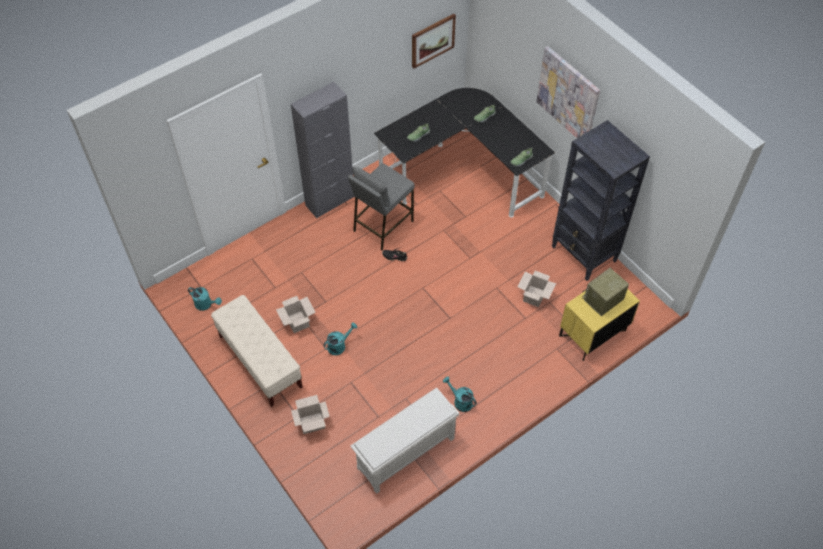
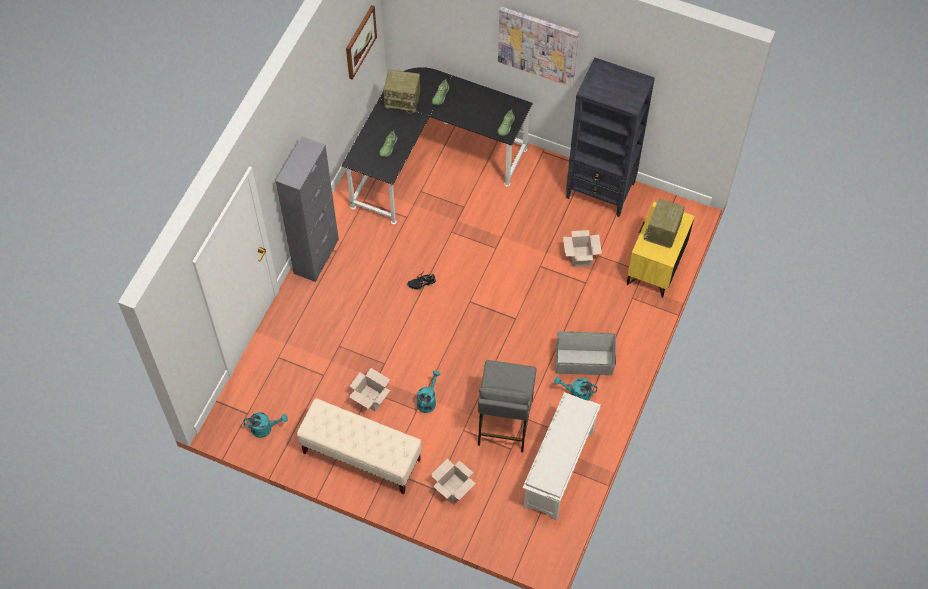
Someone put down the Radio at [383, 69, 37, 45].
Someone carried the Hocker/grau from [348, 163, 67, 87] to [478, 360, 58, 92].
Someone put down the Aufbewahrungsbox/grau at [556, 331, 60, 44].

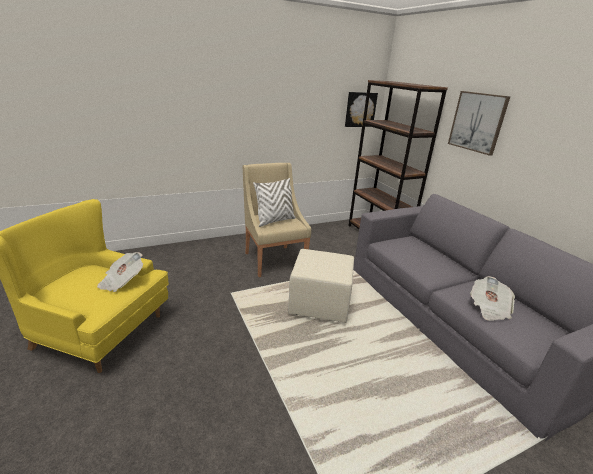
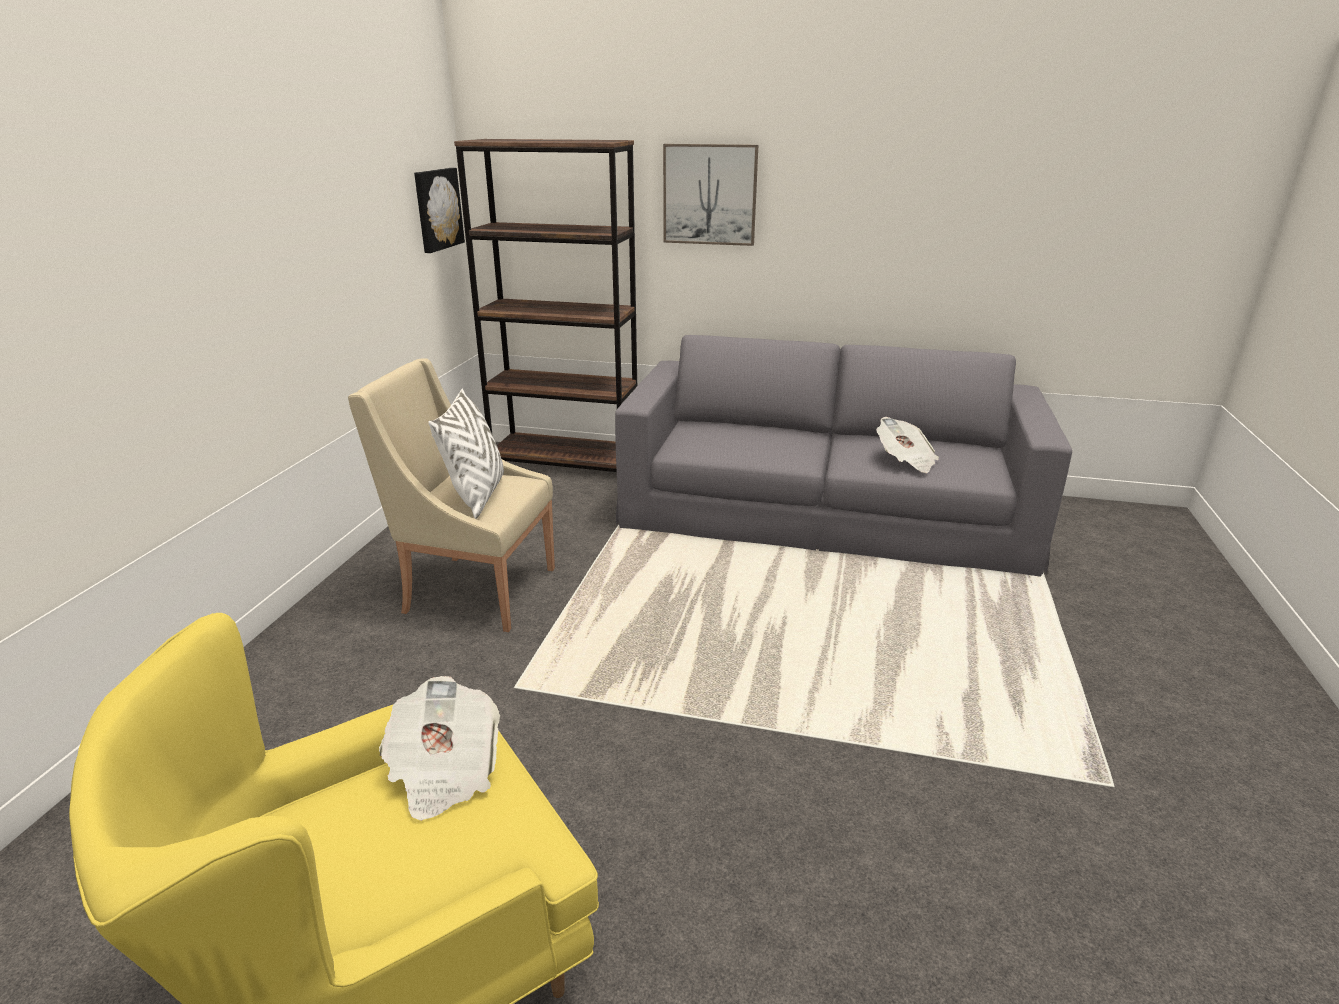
Someone took away the Polsterhocker/beige at [288, 249, 66, 74].

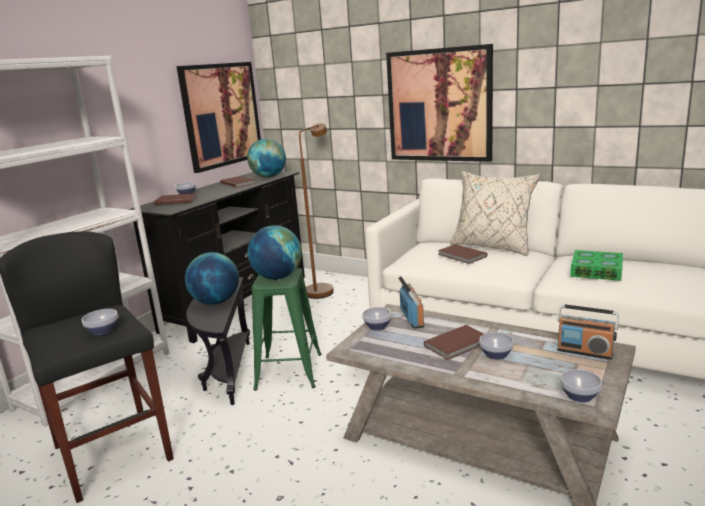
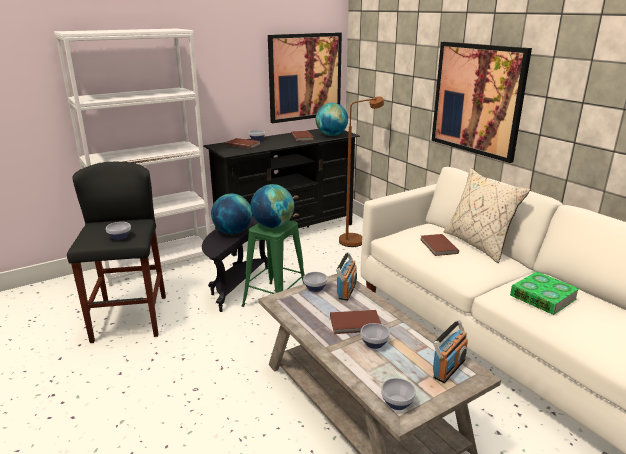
Someone rotated the Radio at [557, 304, 62, 56] by 105 degrees counterclockwise.

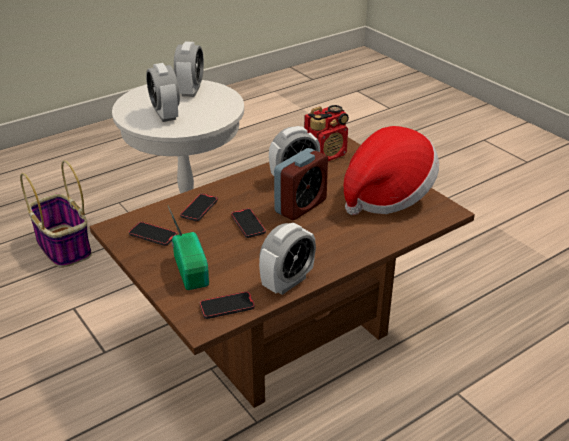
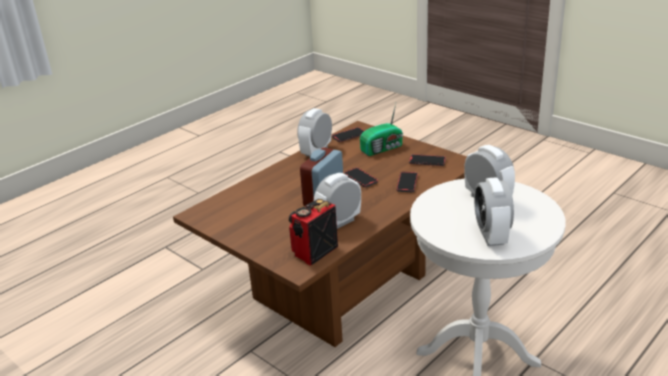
Someone rotated the Radio at [168, 206, 41, 84] by 90 degrees counterclockwise.
Someone took away the Korb at [20, 160, 72, 108].
Someone took away the Hut at [343, 126, 96, 89].

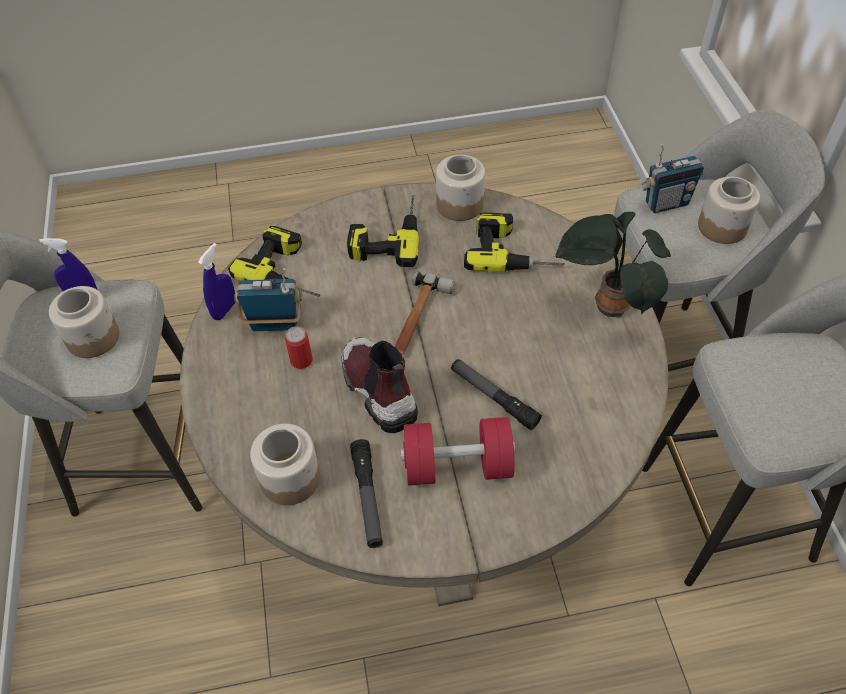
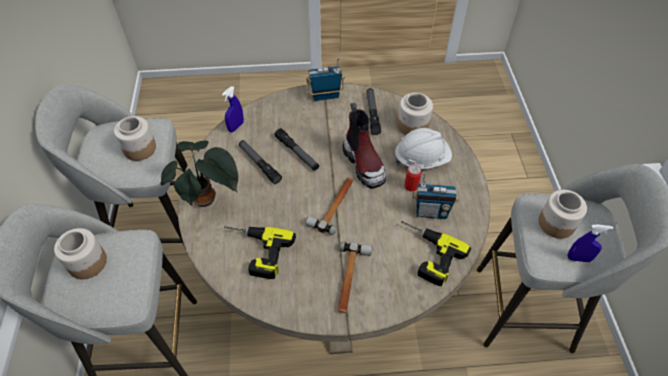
Someone carried the Vorratsglas from [436, 155, 49, 66] to [114, 116, 42, 45].
Someone carried the Sprühflasche/blau from [198, 243, 37, 77] to [222, 86, 22, 46].
Someone put down the Taschenlampe at [239, 140, 43, 44].
Someone carried the Radio from [641, 144, 63, 69] to [306, 57, 38, 44].
Someone swapped the Bohrmaschine at [347, 196, 72, 71] for the Hammer at [338, 241, 35, 72].
Someone put down the Schutzhelm/weiß at [394, 128, 58, 41].
Someone took away the Hantel/rot at [401, 417, 114, 69].

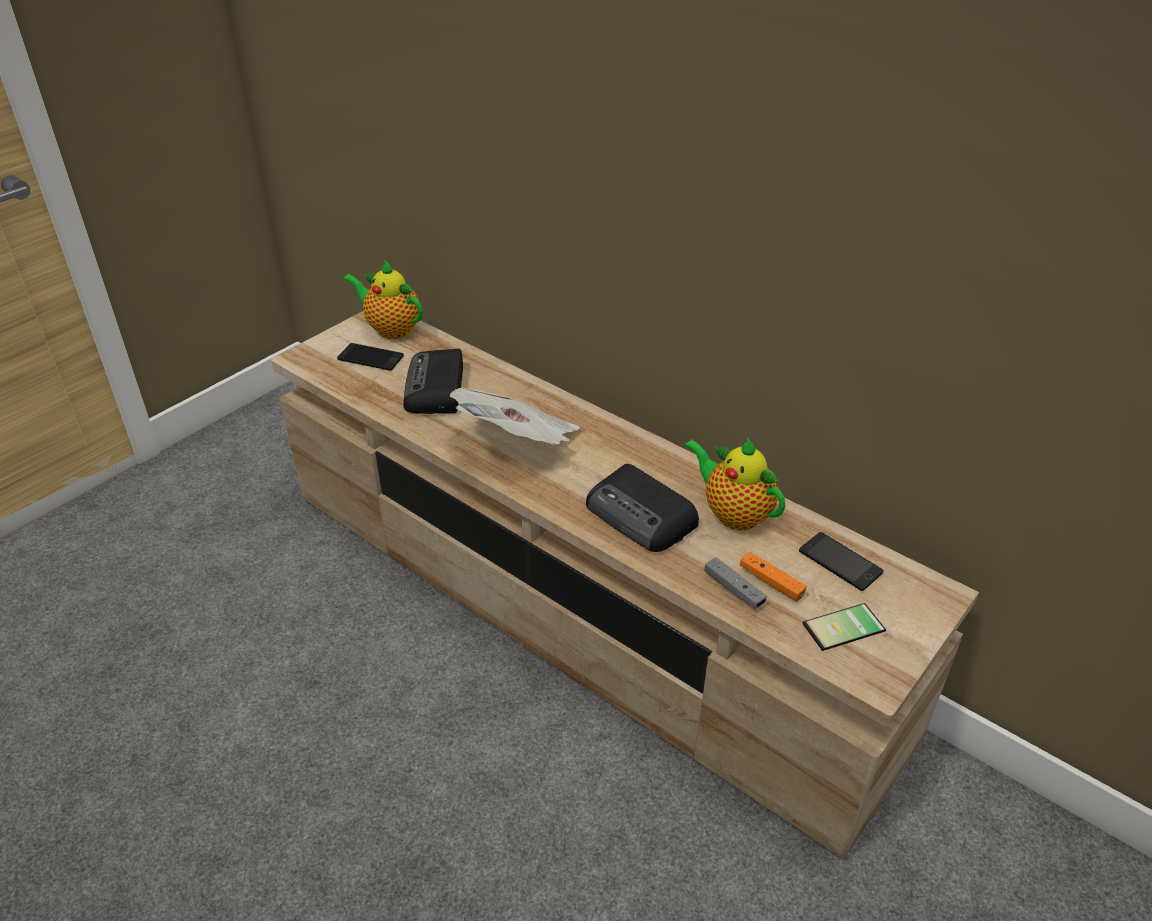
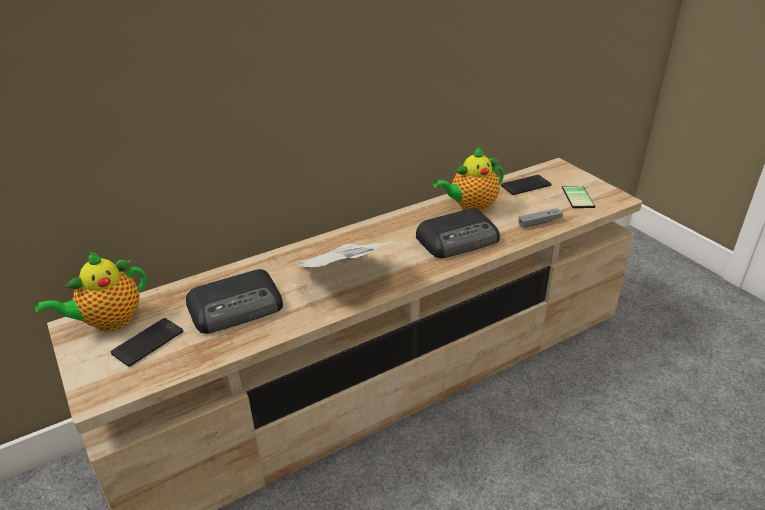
Someone rotated the Radio at [403, 349, 60, 65] by 45 degrees counterclockwise.
Someone took away the Gamepad/orange at [740, 552, 67, 50].

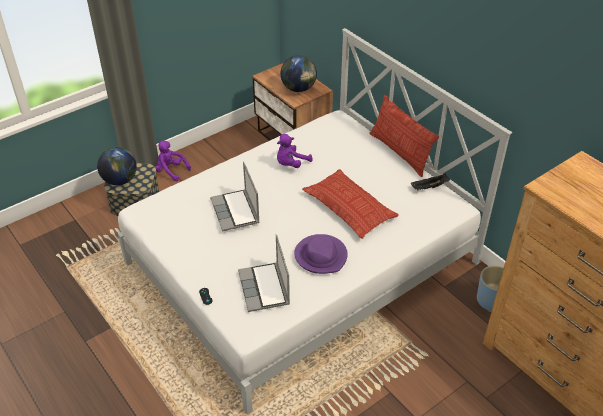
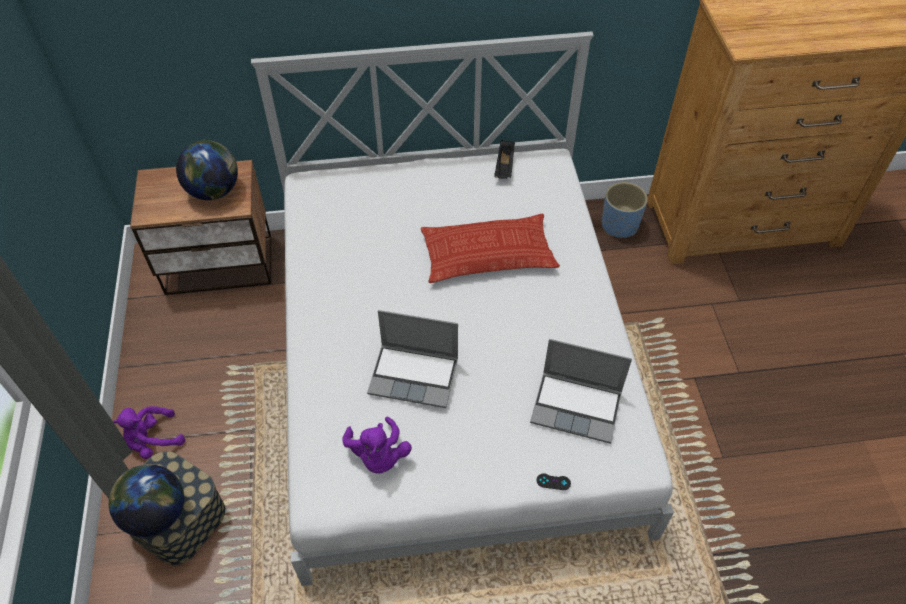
Someone carried the Plüschtier/lila from [277, 134, 36, 34] to [342, 417, 70, 56].
Someone took away the Hut/lila at [294, 234, 54, 40].
Someone took away the Kissen at [370, 95, 69, 82].

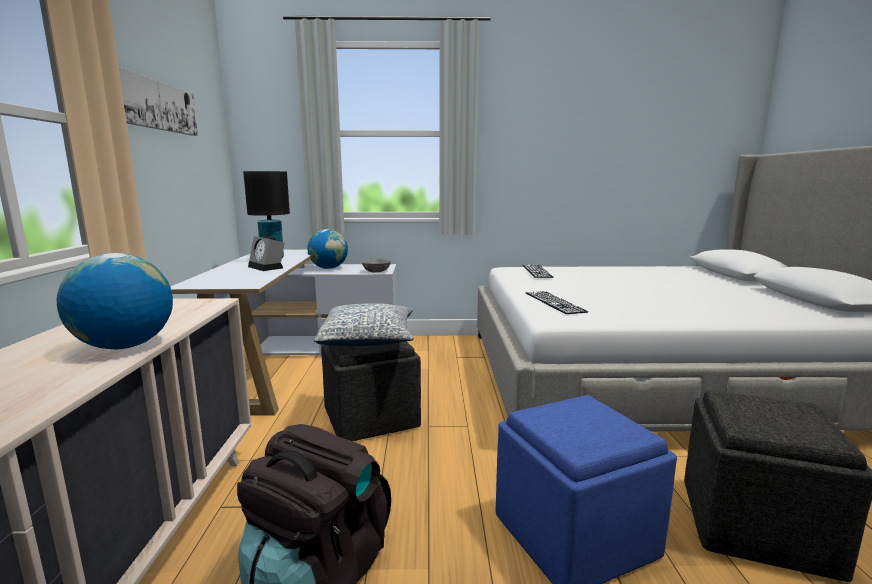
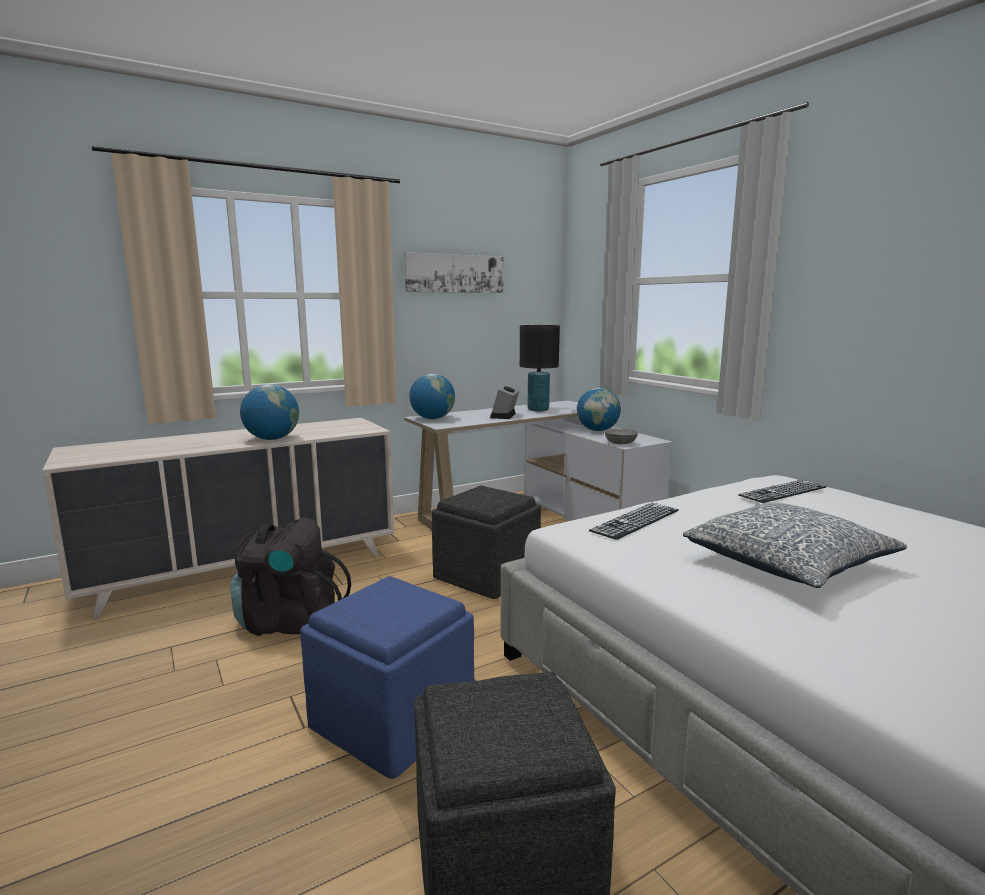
Someone put down the Globus at [409, 374, 46, 45].
Someone carried the Kissen from [314, 303, 100, 43] to [683, 502, 224, 86].

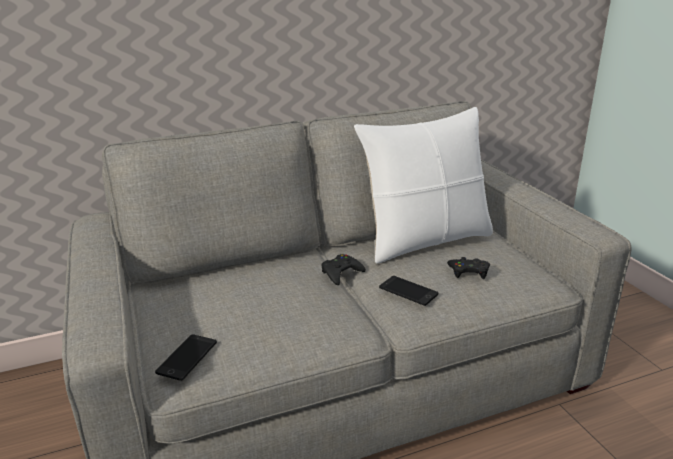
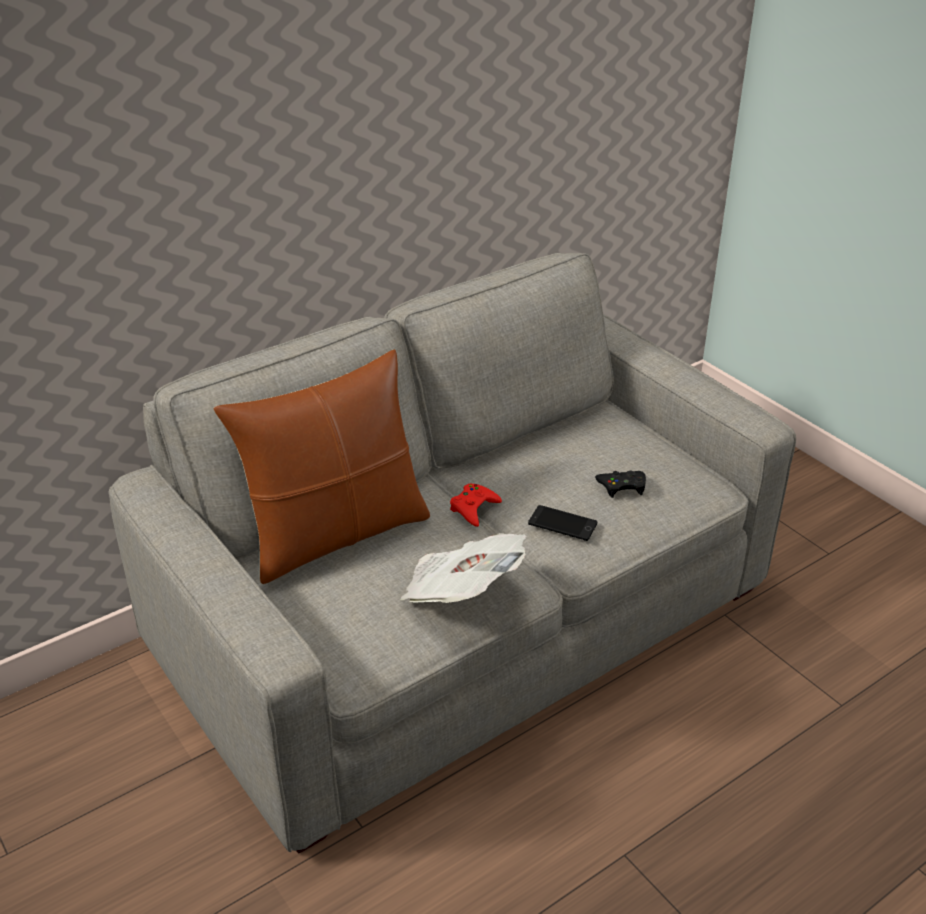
Someone put down the Kissen/braun at [213, 349, 217, 235].
Someone put down the Zeitung at [400, 533, 126, 70].
Someone repainted the Gamepad/schwarz at [321, 254, 45, 31], which became the Gamepad/rot at [450, 484, 52, 43].
Someone took away the Handy at [155, 334, 62, 47].
Someone took away the Kissen/weiß at [354, 107, 139, 157].

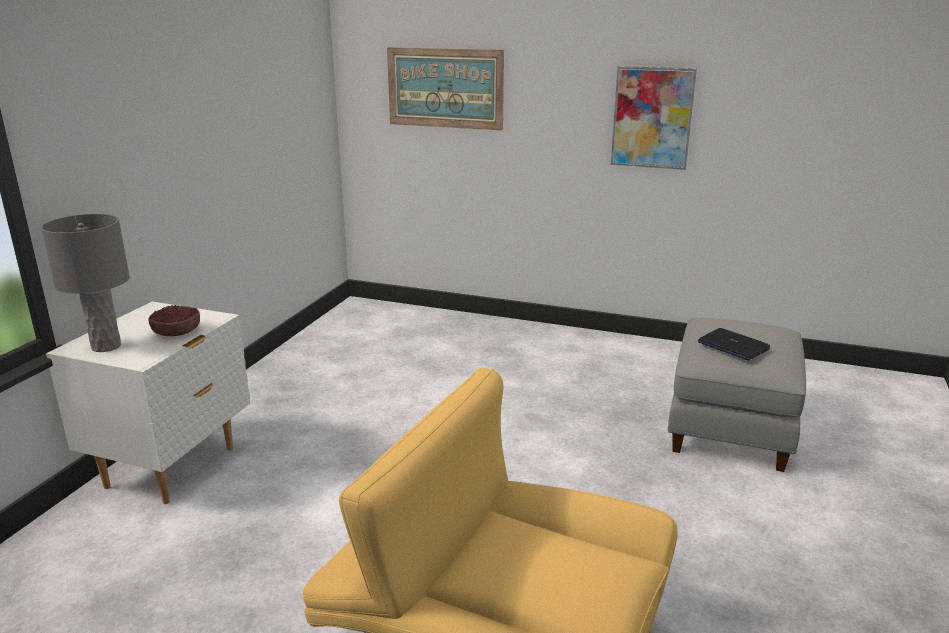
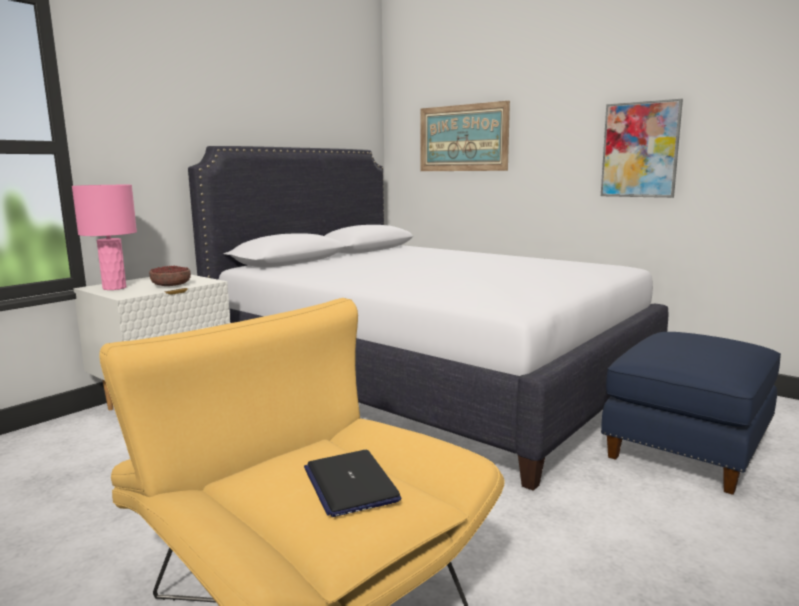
Someone repainted the Tischlampe/grau at [41, 214, 89, 138], which became the Tischlampe/rosa at [72, 185, 65, 105].
Someone put down the Bett/weiß at [188, 146, 480, 345].
Someone carried the Laptop from [698, 328, 72, 33] to [304, 450, 97, 67].
Someone repainted the Polsterhocker/grau at [668, 318, 138, 154], which became the Polsterhocker/blau at [601, 332, 180, 163].

